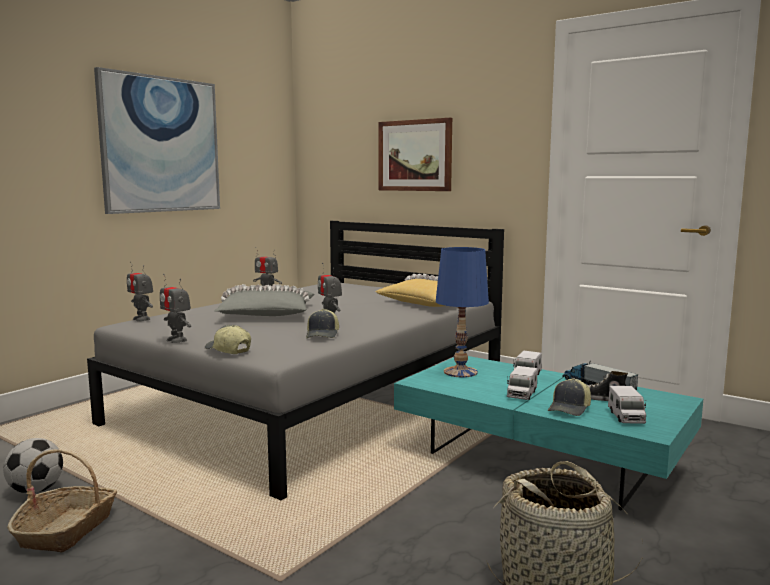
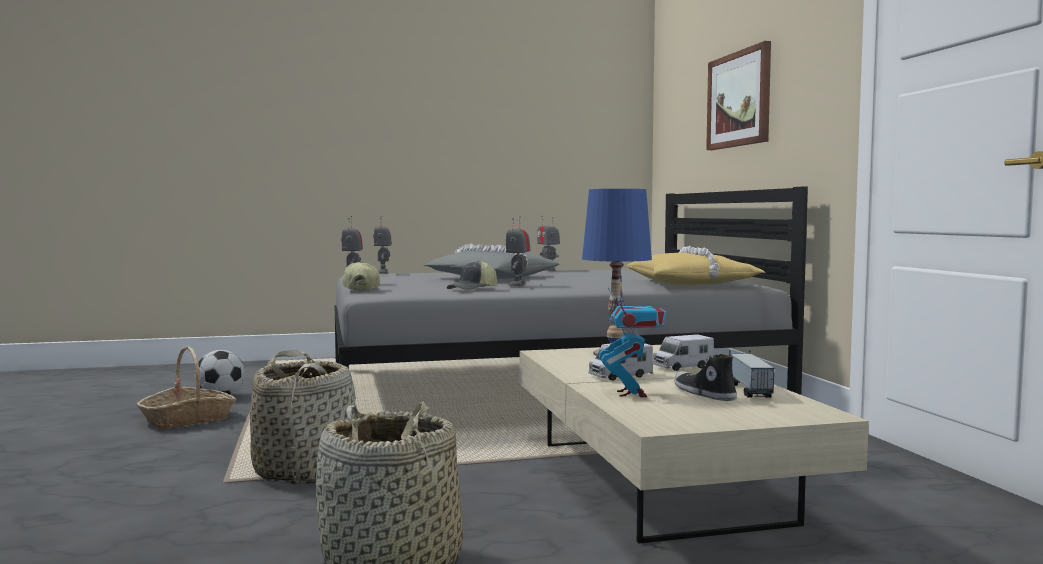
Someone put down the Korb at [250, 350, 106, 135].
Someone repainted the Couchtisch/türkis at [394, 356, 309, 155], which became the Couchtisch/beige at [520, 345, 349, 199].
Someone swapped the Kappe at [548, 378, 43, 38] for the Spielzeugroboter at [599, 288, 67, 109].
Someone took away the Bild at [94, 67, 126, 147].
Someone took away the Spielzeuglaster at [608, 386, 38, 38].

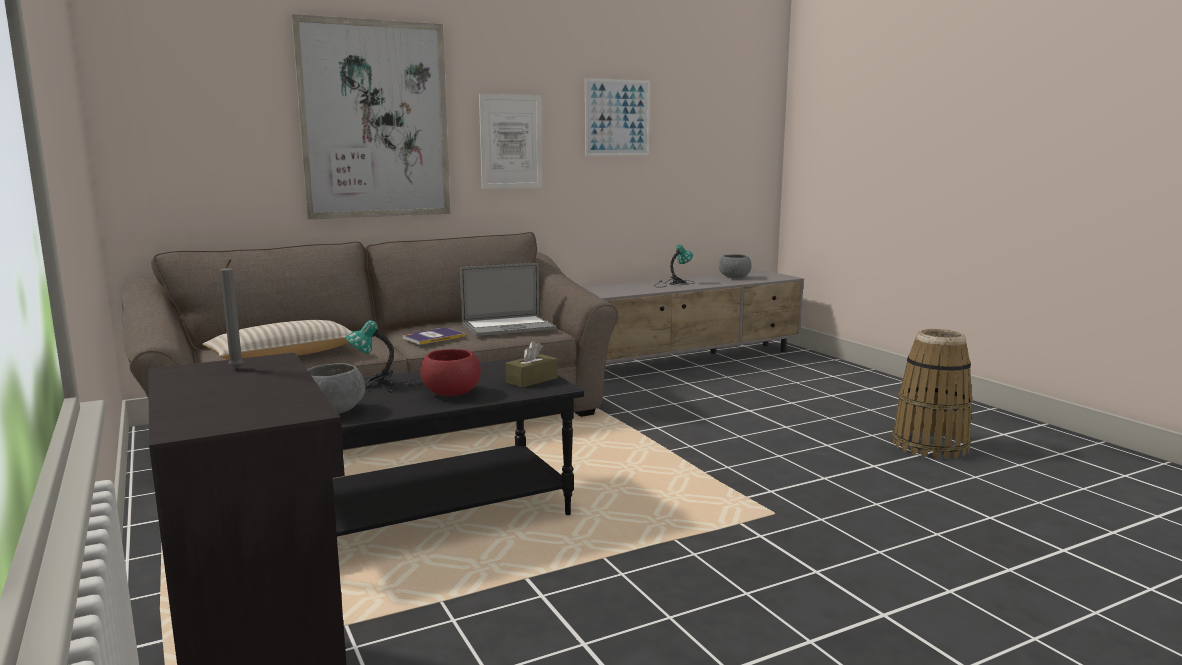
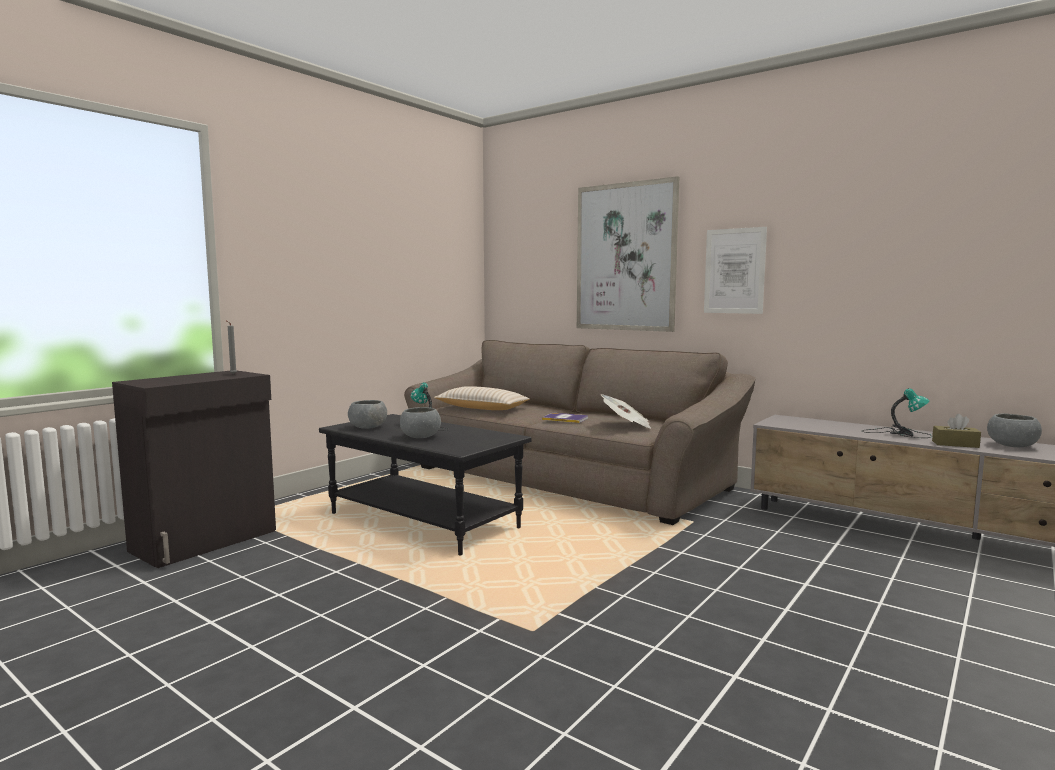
Someone repainted the Schüssel/rot at [420, 349, 61, 47], which became the Schüssel/grau at [400, 407, 41, 31].
Someone swapped the Laptop at [460, 263, 96, 73] for the Zeitung at [600, 394, 51, 35].
Someone carried the Taschentuchbox/braun from [505, 341, 53, 47] to [932, 414, 49, 34].
Someone took away the Bild at [585, 78, 65, 78].
Someone took away the Korb at [892, 329, 81, 130].

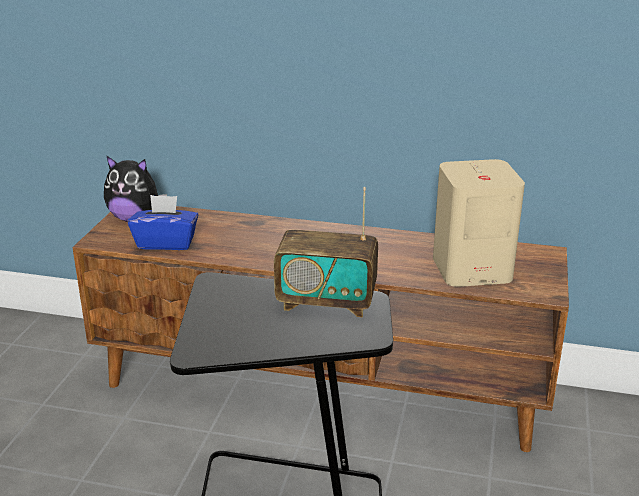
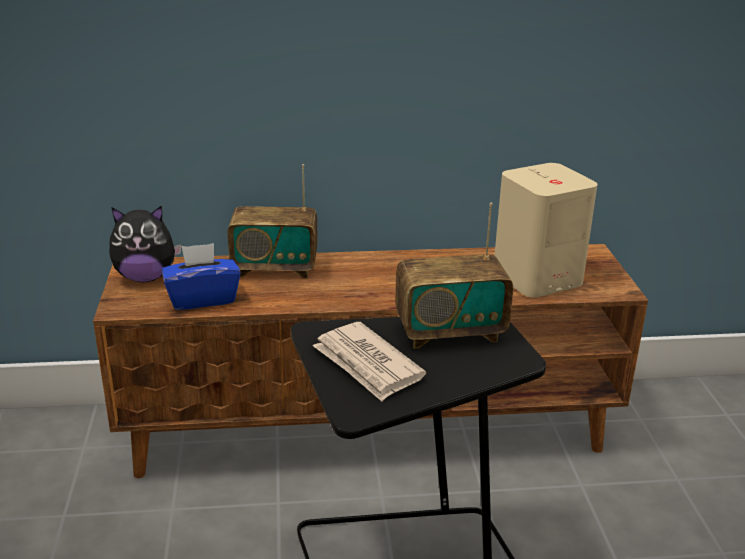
Someone put down the Radio at [227, 164, 91, 114].
Someone put down the Zeitung at [313, 322, 113, 79].

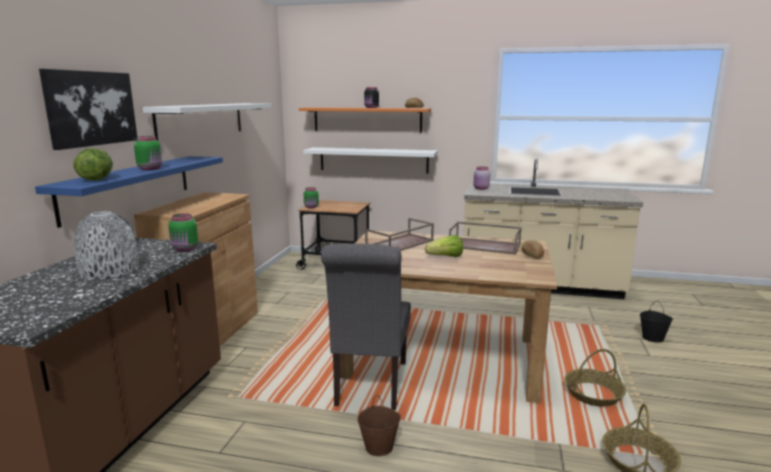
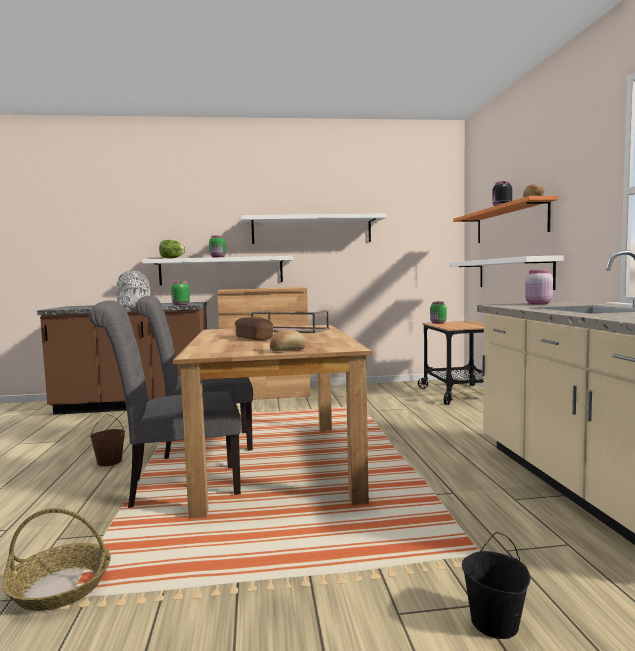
Someone put down the Stuhl/grau at [89, 300, 152, 208].
Someone repainted the Wandregal/blau at [35, 156, 188, 72], which became the Wandregal/weiß at [142, 256, 151, 29].
Someone swapped the Salatkopf at [425, 235, 38, 22] for the Brot at [235, 317, 38, 23].
Someone took away the Bild at [39, 69, 98, 81].
Someone took away the Tablett/braun at [449, 222, 73, 33].
Someone took away the Korb at [564, 349, 62, 58].

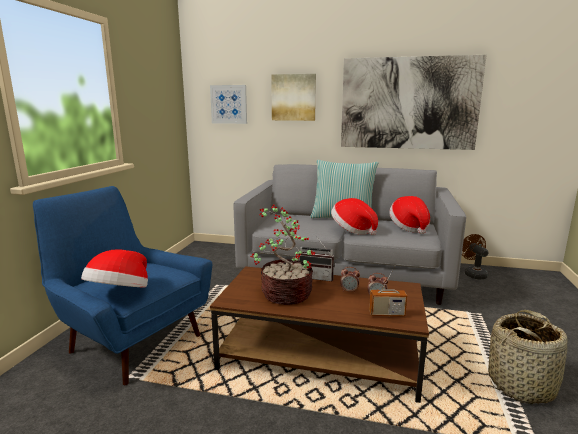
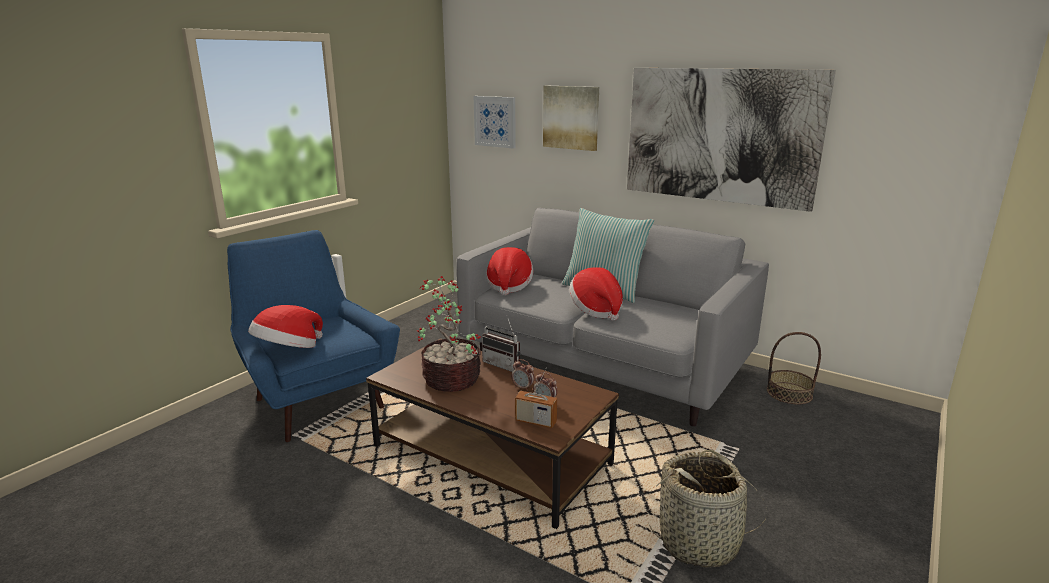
Someone carried the Hut from [389, 196, 41, 38] to [486, 247, 47, 48].
Someone swapped the Ventilator/braun at [462, 234, 27, 45] for the Korb at [767, 332, 54, 72].

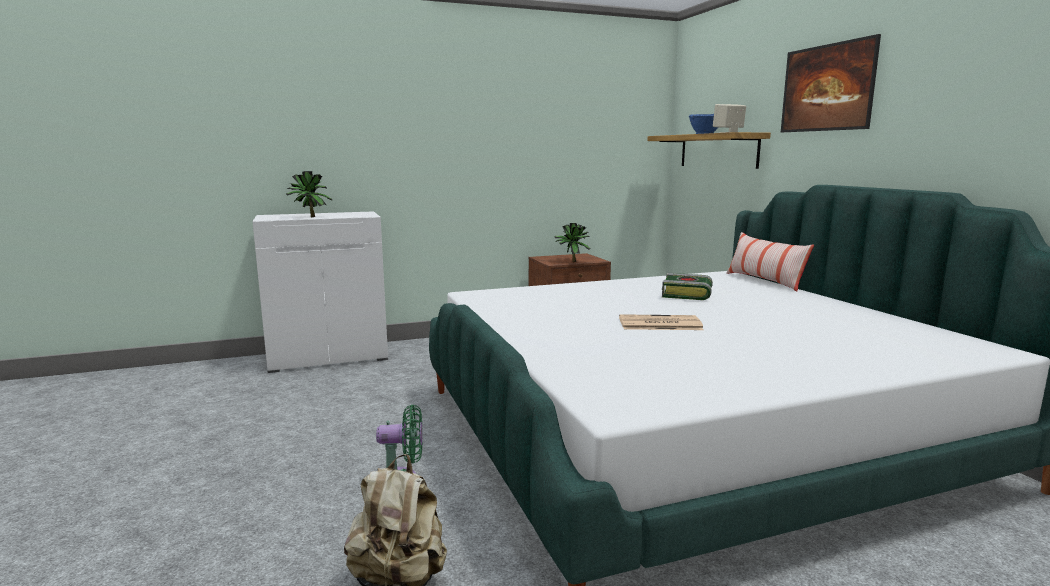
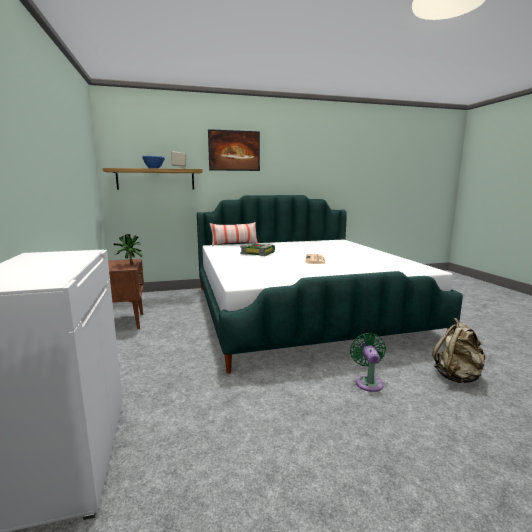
Someone took away the Topfpflanze at [286, 171, 46, 47].

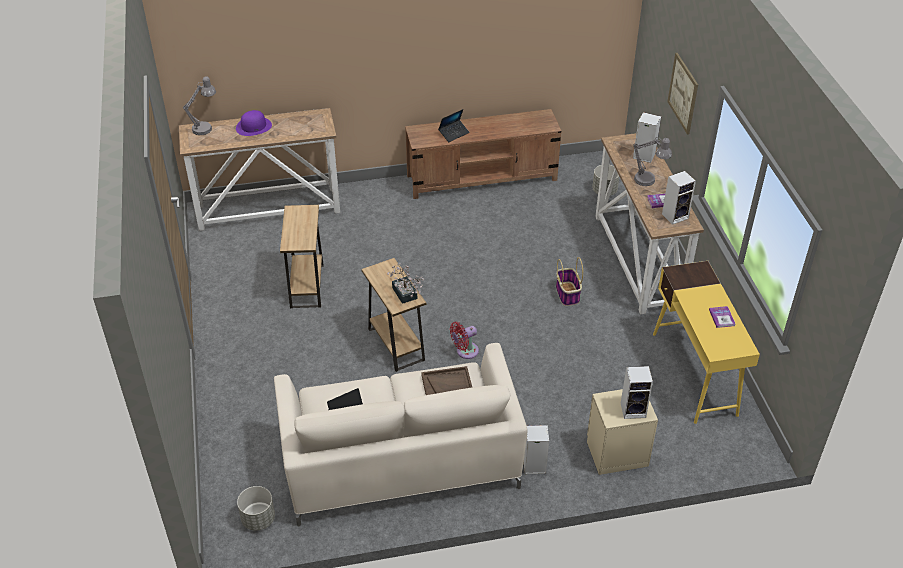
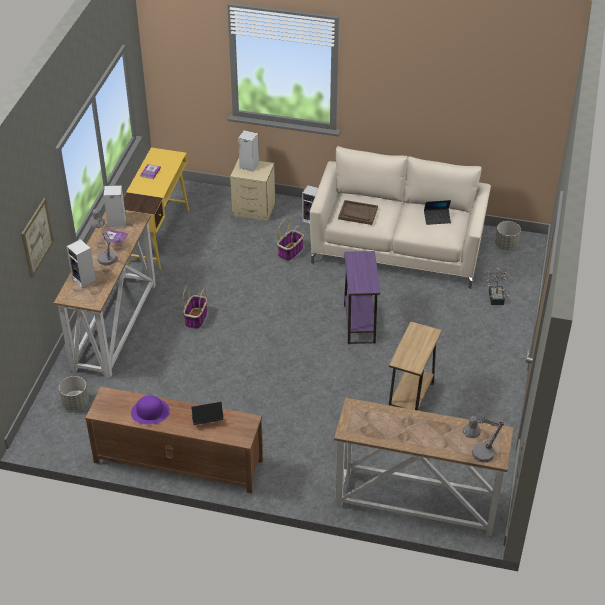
Someone carried the Hut/lila from [236, 110, 36, 26] to [131, 396, 39, 28].
Someone put down the Korb at [277, 219, 27, 42].
Someone repainted the Beistelltisch/braun at [361, 258, 65, 114], which became the Beistelltisch/lila at [344, 251, 36, 93].
Someone carried the Topfpflanze from [387, 263, 38, 41] to [485, 268, 24, 37].
Someone took away the Ventilator/rot at [450, 322, 29, 37].

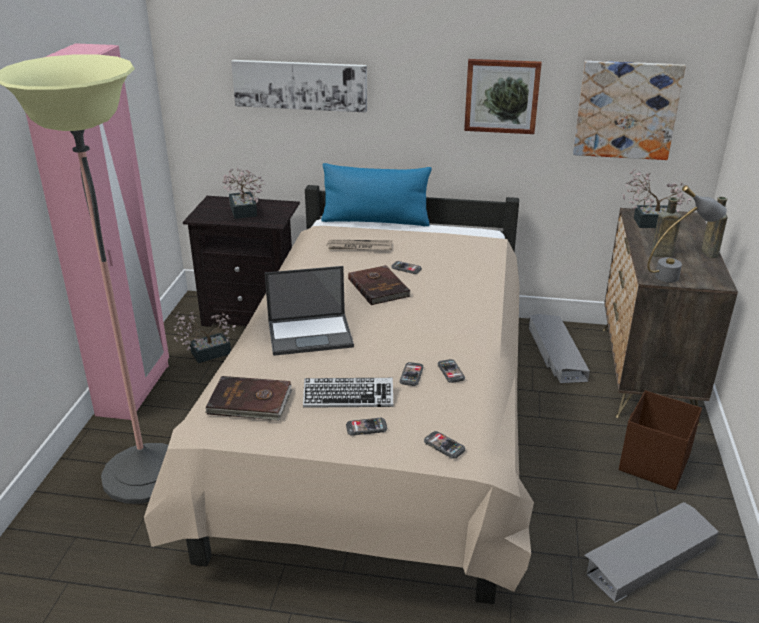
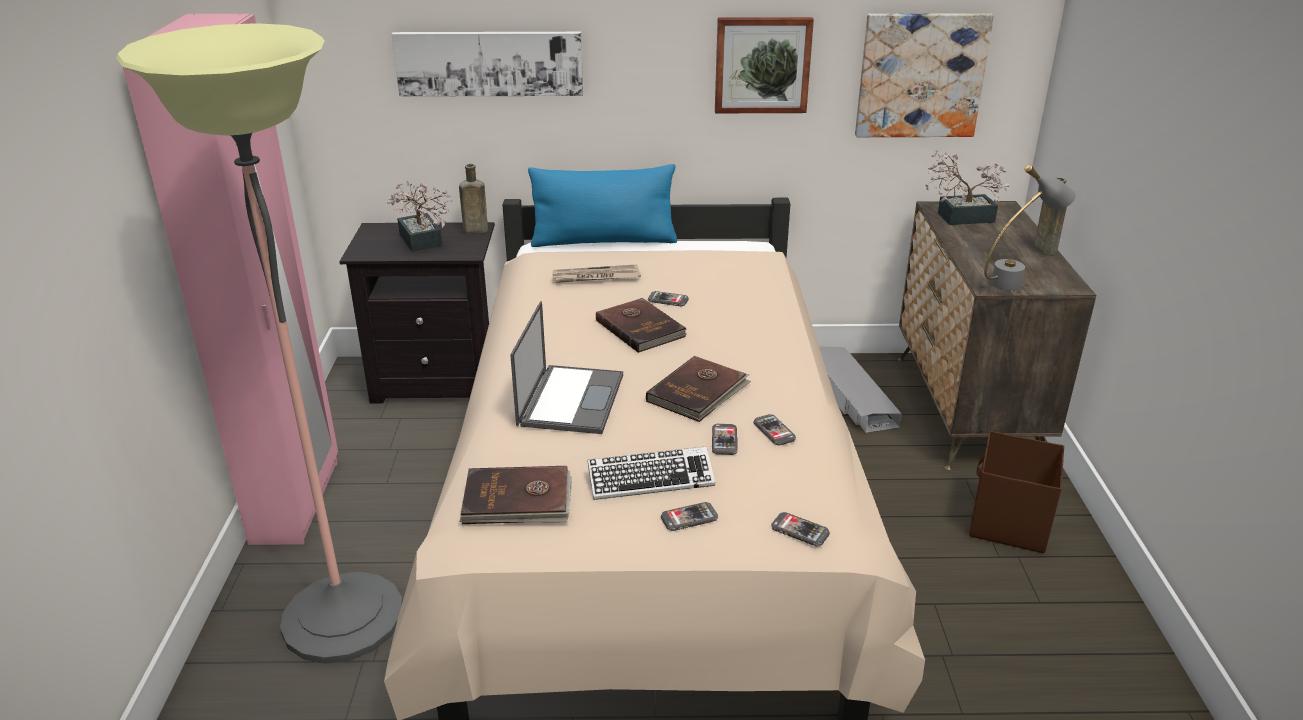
Someone carried the Flasche/braun from [651, 198, 30, 59] to [459, 164, 29, 70].
Someone rotated the Laptop at [265, 266, 89, 90] by 60 degrees counterclockwise.
Someone put down the Buch/braun at [646, 356, 105, 66].
Someone took away the Topfpflanze at [174, 311, 62, 52].
Someone took away the Aufbewahrungsbox/grau at [584, 502, 135, 101].

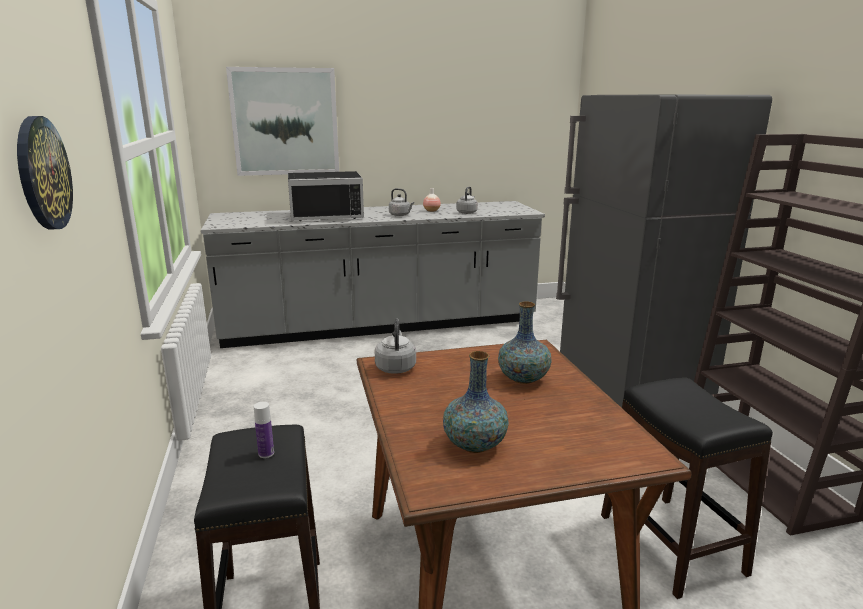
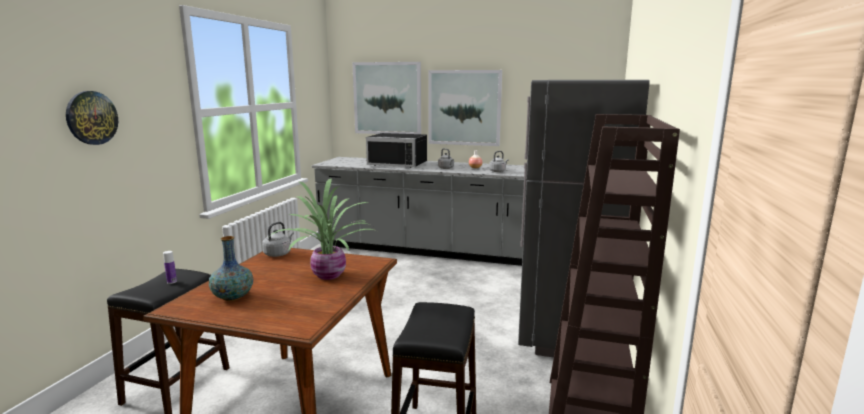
Someone swapped the Vase at [498, 301, 53, 83] for the Topfpflanze at [269, 179, 105, 101].
Someone put up the Bild at [428, 70, 74, 76].

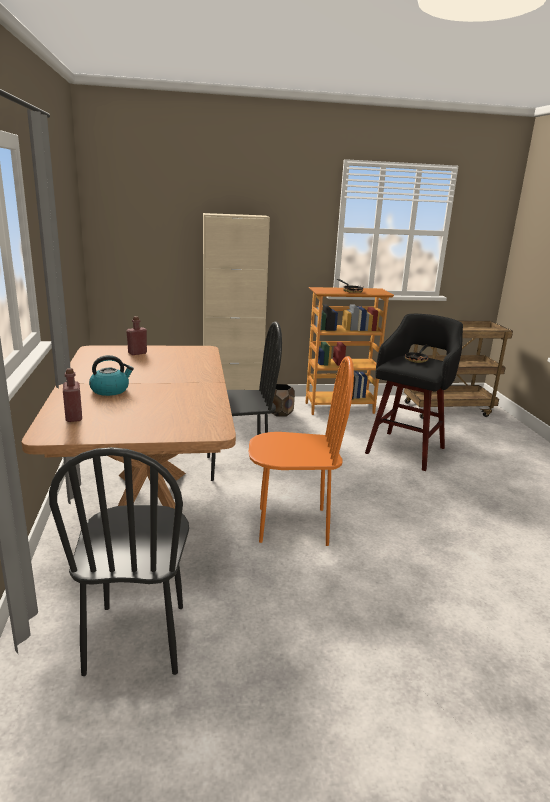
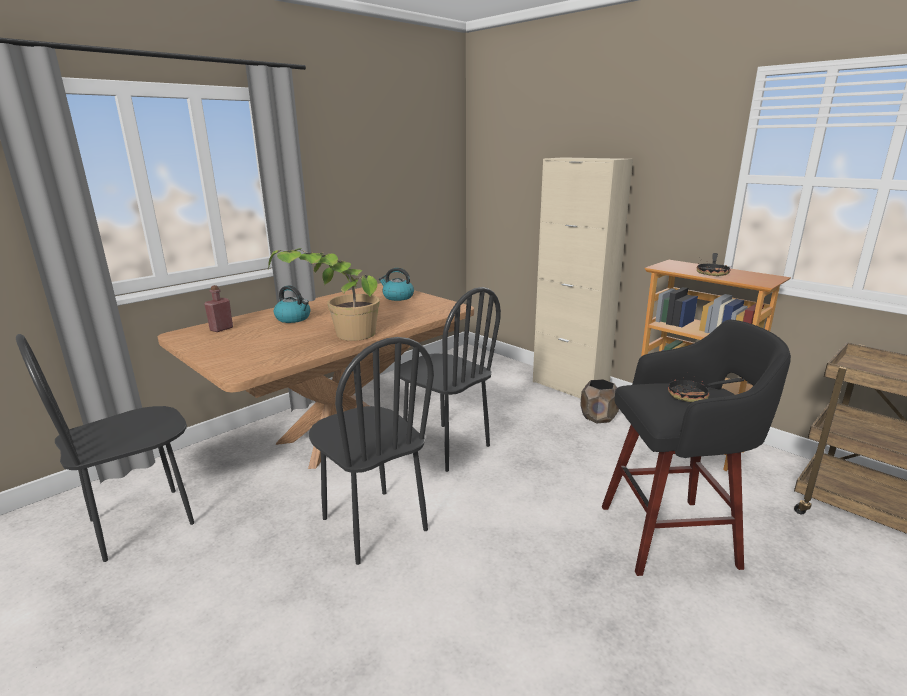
Someone put down the Topfpflanze at [268, 248, 112, 93].
Someone repainted the Stuhl/orange at [249, 356, 105, 190], which became the Stuhl/schwarz at [309, 337, 125, 228].
Someone swapped the Flasche/rot at [126, 316, 21, 39] for the Wasserkessel at [379, 268, 35, 33].

